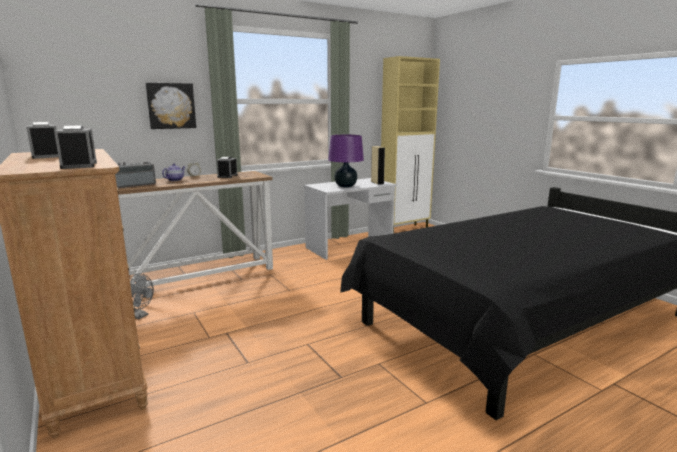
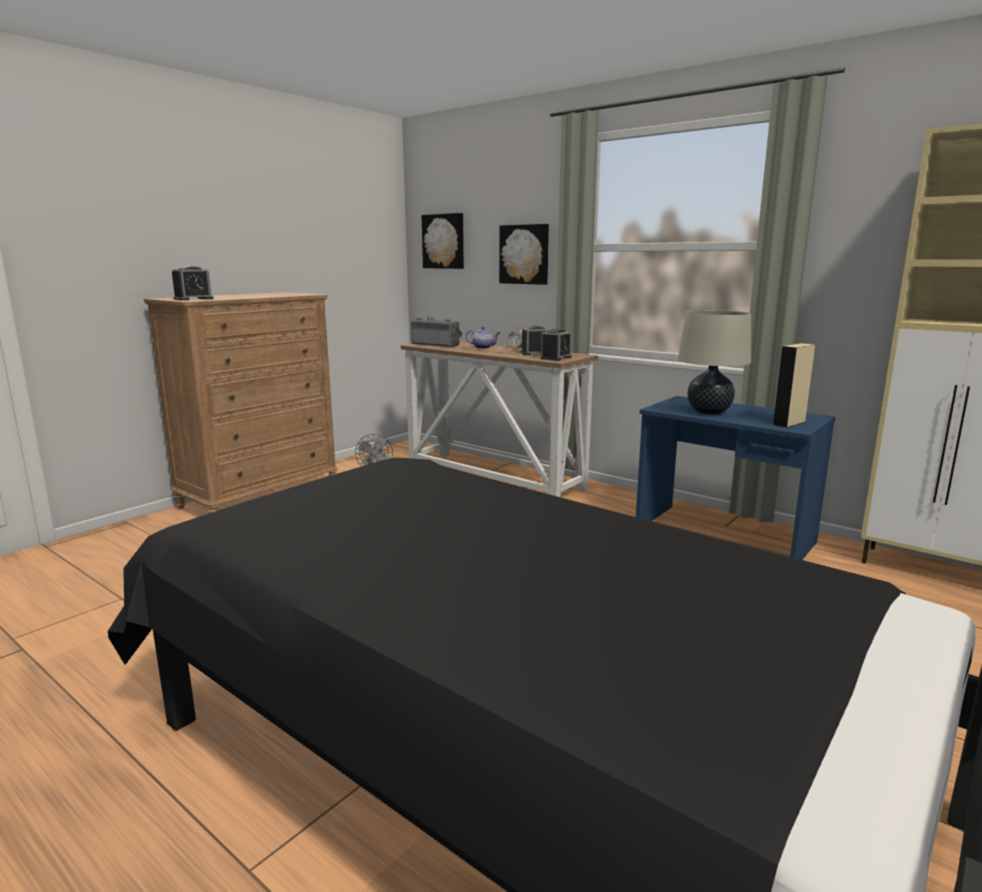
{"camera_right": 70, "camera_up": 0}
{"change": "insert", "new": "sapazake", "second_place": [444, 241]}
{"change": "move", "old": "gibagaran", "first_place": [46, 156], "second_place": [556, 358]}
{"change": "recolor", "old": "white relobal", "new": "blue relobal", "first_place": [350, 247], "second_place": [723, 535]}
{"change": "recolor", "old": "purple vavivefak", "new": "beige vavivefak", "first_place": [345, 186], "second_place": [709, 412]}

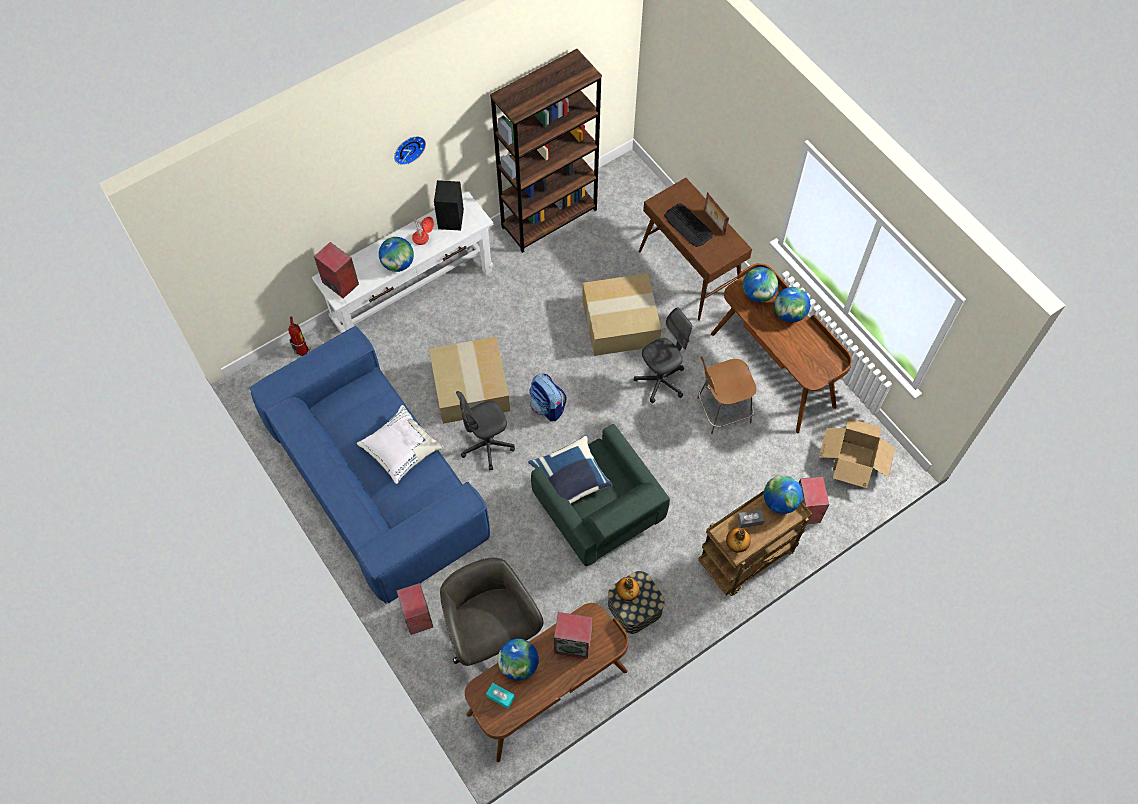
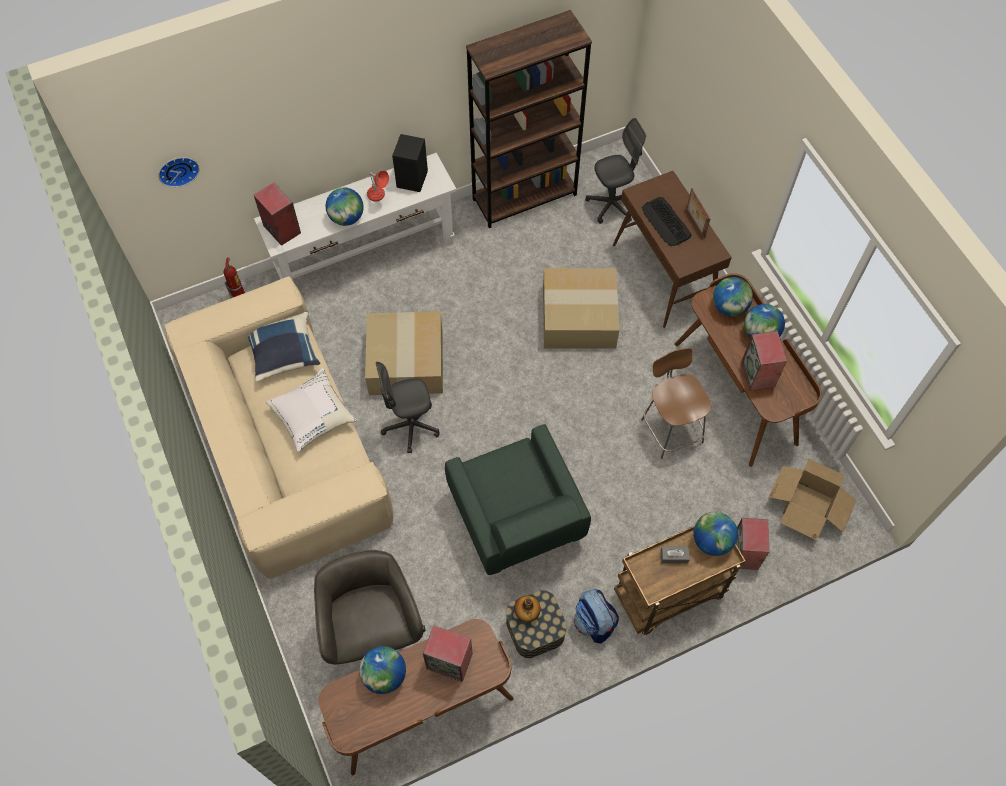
{"camera_right": 10, "camera_up": 0}
{"change": "move", "old": "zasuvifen", "first_place": [408, 148], "second_place": [178, 169]}
{"change": "recolor", "old": "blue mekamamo", "new": "beige mekamamo", "first_place": [376, 480], "second_place": [287, 444]}
{"change": "move", "old": "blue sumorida", "first_place": [571, 479], "second_place": [283, 353]}
{"change": "move", "old": "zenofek", "first_place": [547, 407], "second_place": [594, 623]}
{"change": "move", "old": "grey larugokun", "first_place": [660, 381], "second_place": [612, 205]}
{"change": "rotate", "old": "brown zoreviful", "first_place": [721, 410], "second_place": [671, 428], "degrees": 75}
{"change": "move", "old": "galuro", "first_place": [418, 617], "second_place": [758, 374]}
{"change": "delete", "old": "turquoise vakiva", "first_place": [500, 697]}
{"change": "delete", "old": "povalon", "first_place": [736, 545]}

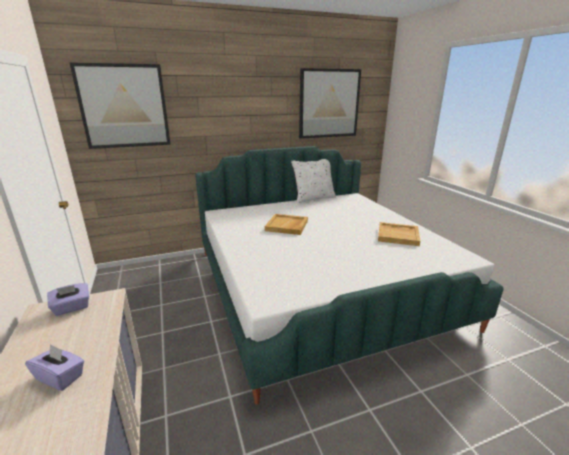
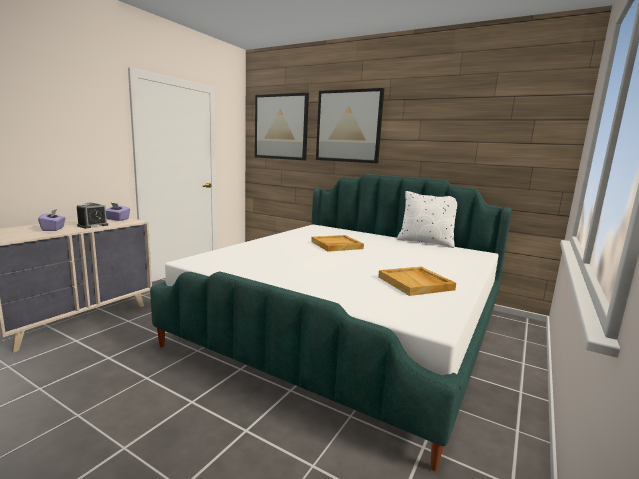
{"camera_right": 50, "camera_up": -10}
{"change": "insert", "new": "gibagaran", "second_place": [93, 225]}
{"change": "move", "old": "sapazake", "first_place": [329, 104], "second_place": [348, 126]}

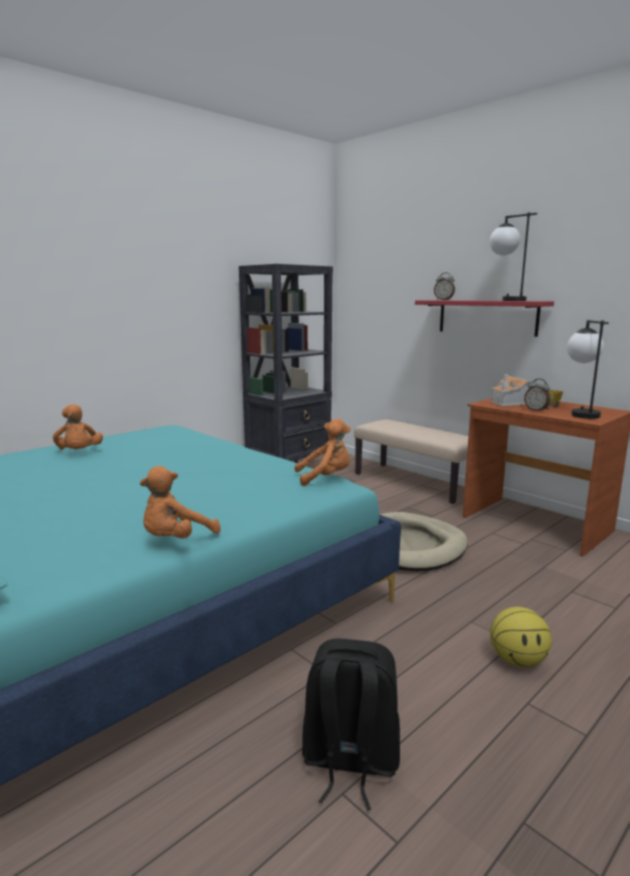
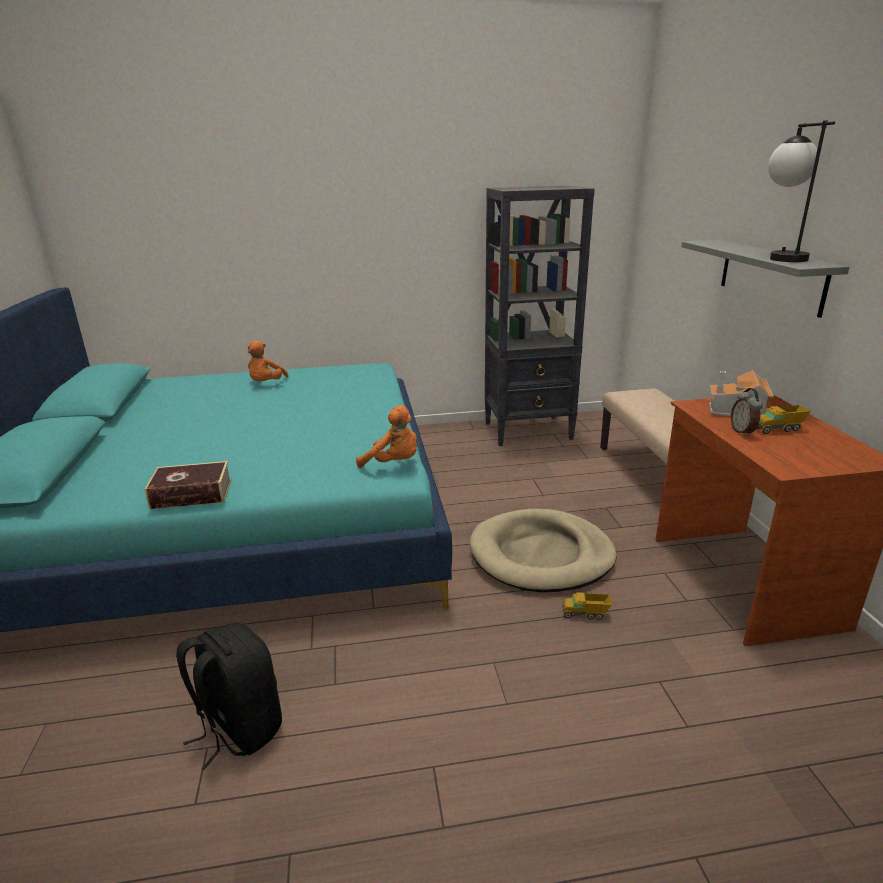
{"camera_right": 35, "camera_up": 10}
{"change": "replace", "old": "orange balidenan", "new": "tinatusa", "first_place": [176, 539], "second_place": [192, 494]}
{"change": "insert", "new": "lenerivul", "second_place": [585, 614]}
{"change": "recolor", "old": "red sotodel", "new": "grey sotodel", "first_place": [487, 317], "second_place": [771, 275]}
{"change": "delete", "old": "gibagaran", "first_place": [443, 300]}
{"change": "delete", "old": "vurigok", "first_place": [518, 661]}
{"change": "delete", "old": "vavivefak", "first_place": [580, 413]}

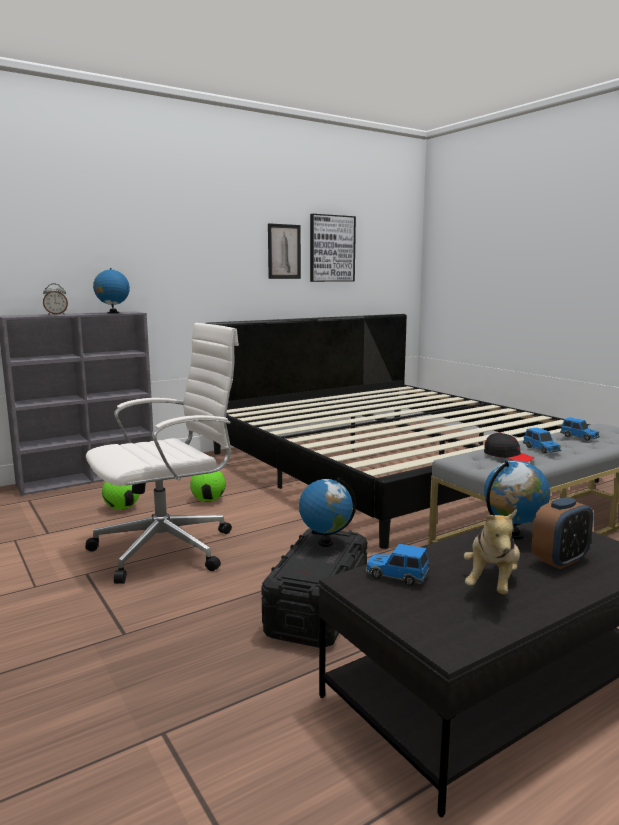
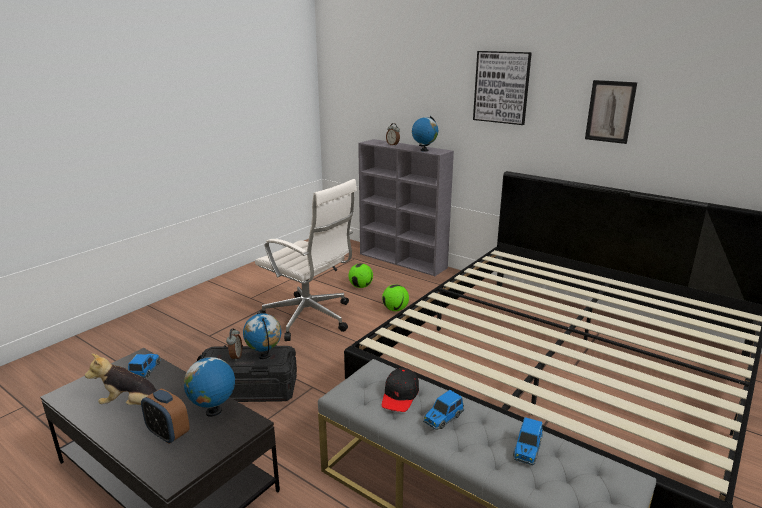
{"camera_right": 70, "camera_up": 10}
{"change": "insert", "new": "gibagaran", "second_place": [235, 357]}
{"change": "move", "old": "sapazake", "first_place": [331, 248], "second_place": [501, 87]}

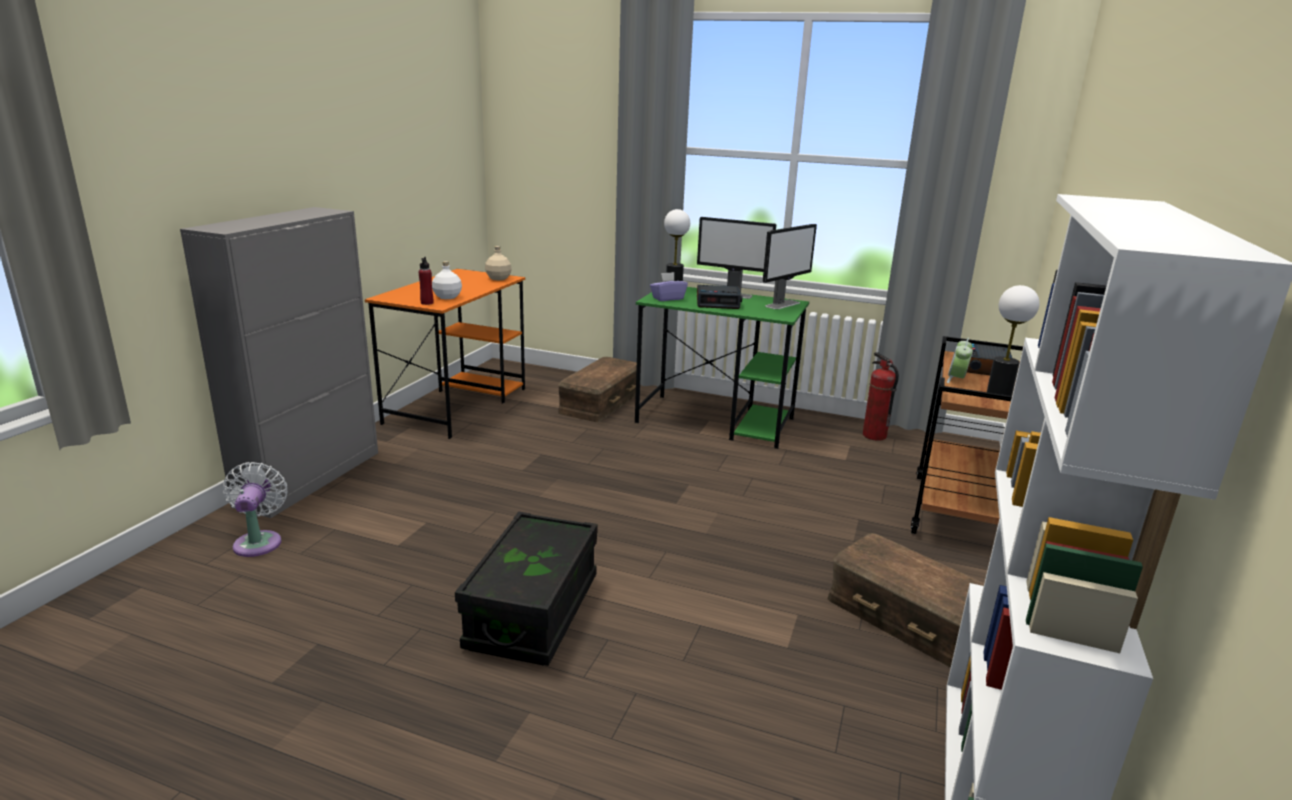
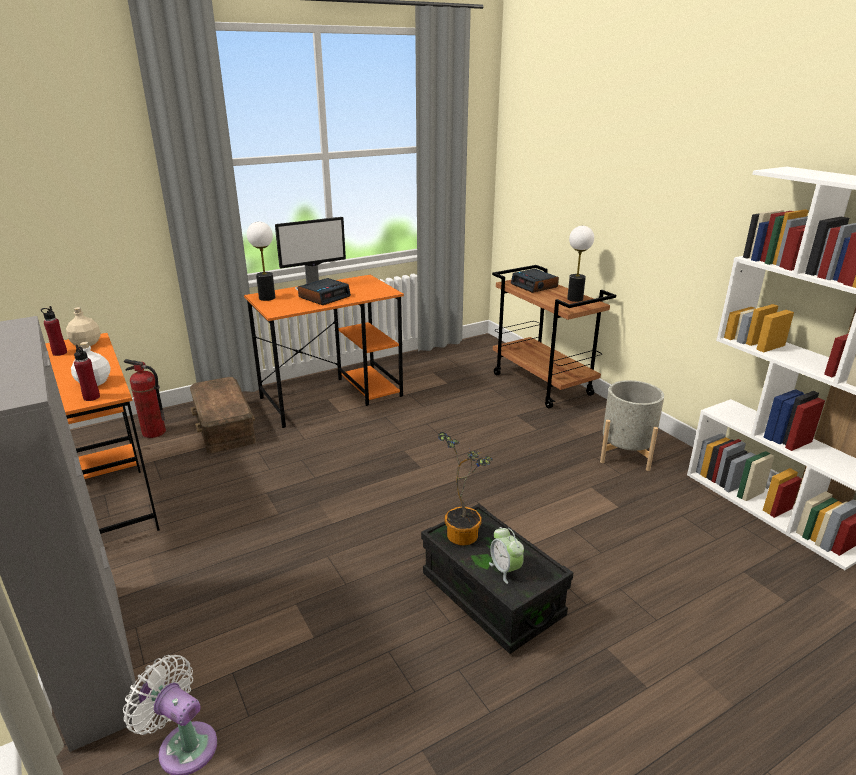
{"camera_right": -50, "camera_up": 5}
{"change": "insert", "new": "red povalon", "second_place": [59, 353]}
{"change": "move", "old": "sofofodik", "first_place": [873, 436], "second_place": [153, 432]}
{"change": "recolor", "old": "green relobal", "new": "orange relobal", "first_place": [716, 421], "second_place": [333, 397]}
{"change": "insert", "new": "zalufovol", "second_place": [464, 532]}
{"change": "move", "old": "gibagaran", "first_place": [956, 379], "second_place": [505, 570]}
{"change": "replace", "old": "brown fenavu", "new": "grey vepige", "first_place": [909, 619], "second_place": [625, 454]}
{"change": "delete", "old": "purple vakiva", "first_place": [667, 298]}
{"change": "delete", "old": "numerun", "first_place": [783, 304]}

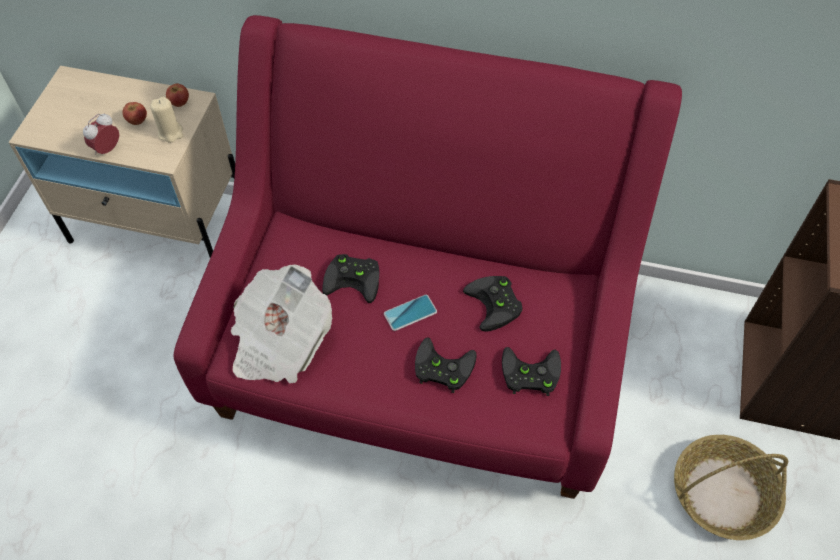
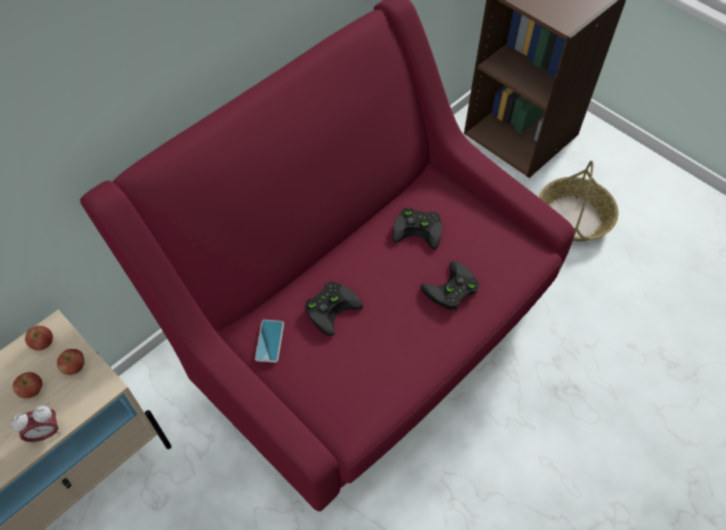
{"camera_right": -60, "camera_up": 0}
{"change": "rotate", "old": "gibagaran", "first_place": [107, 149], "second_place": [45, 433], "degrees": -90}
{"change": "replace", "old": "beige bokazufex", "new": "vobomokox", "first_place": [170, 132], "second_place": [74, 367]}
{"change": "move", "old": "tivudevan", "first_place": [410, 313], "second_place": [269, 341]}
{"change": "delete", "old": "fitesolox", "first_place": [280, 341]}
{"change": "delete", "old": "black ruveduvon", "first_place": [528, 374]}

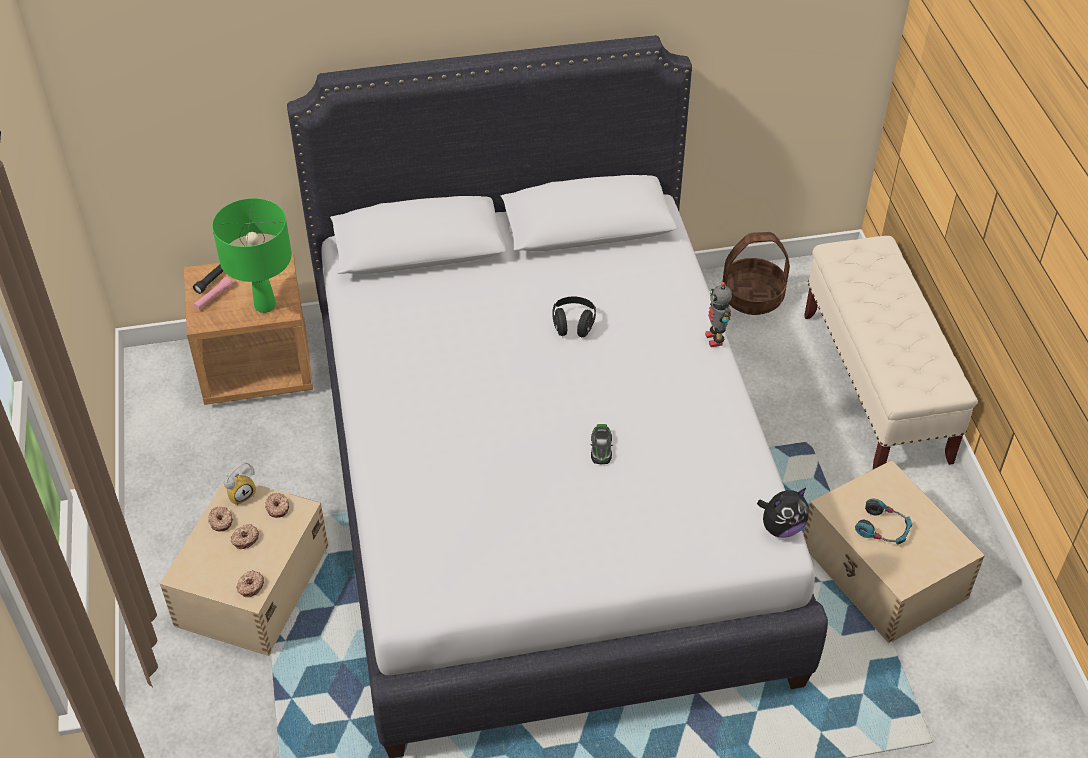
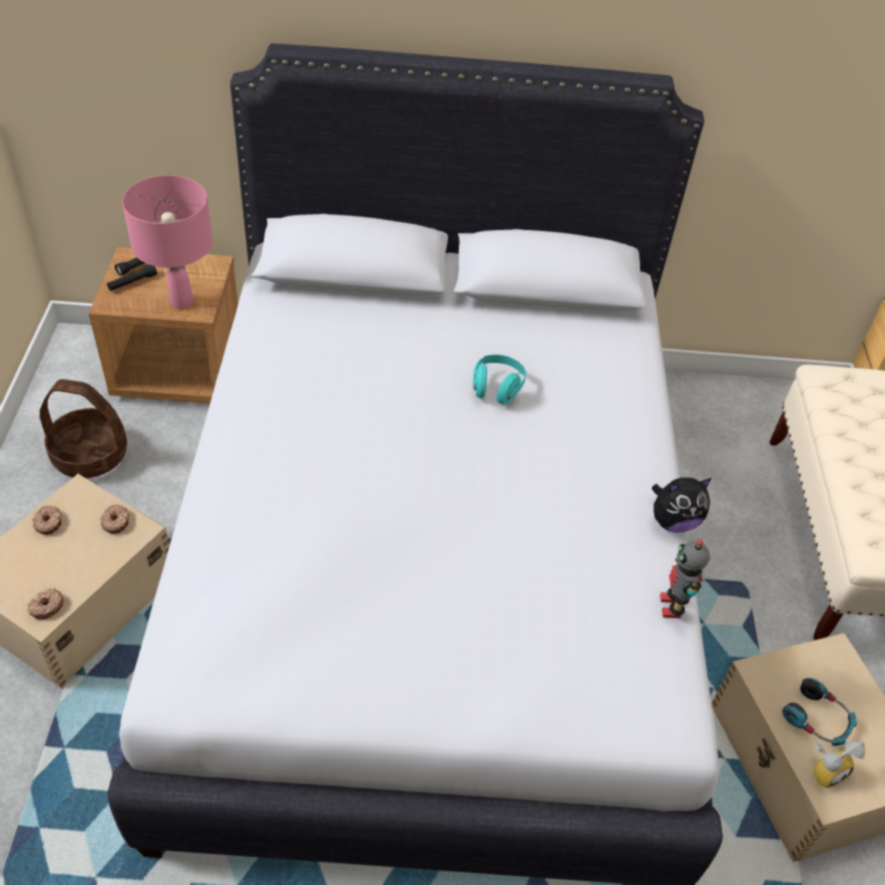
{"camera_right": 10, "camera_up": 0}
{"change": "move", "old": "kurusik", "first_place": [752, 296], "second_place": [91, 454]}
{"change": "recolor", "old": "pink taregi", "new": "black taregi", "first_place": [213, 297], "second_place": [132, 282]}
{"change": "recolor", "old": "green vavivefak", "new": "pink vavivefak", "first_place": [264, 305], "second_place": [181, 301]}
{"change": "recolor", "old": "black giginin", "new": "turquoise giginin", "first_place": [573, 325], "second_place": [497, 388]}
{"change": "move", "old": "balidenan", "first_place": [781, 527], "second_place": [673, 521]}
{"change": "move", "old": "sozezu", "first_place": [715, 339], "second_place": [672, 606]}
{"change": "move", "old": "gibagaran", "first_place": [241, 493], "second_place": [825, 769]}
{"change": "delete", "old": "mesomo", "first_place": [245, 539]}
{"change": "delete", "old": "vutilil", "first_place": [601, 447]}

